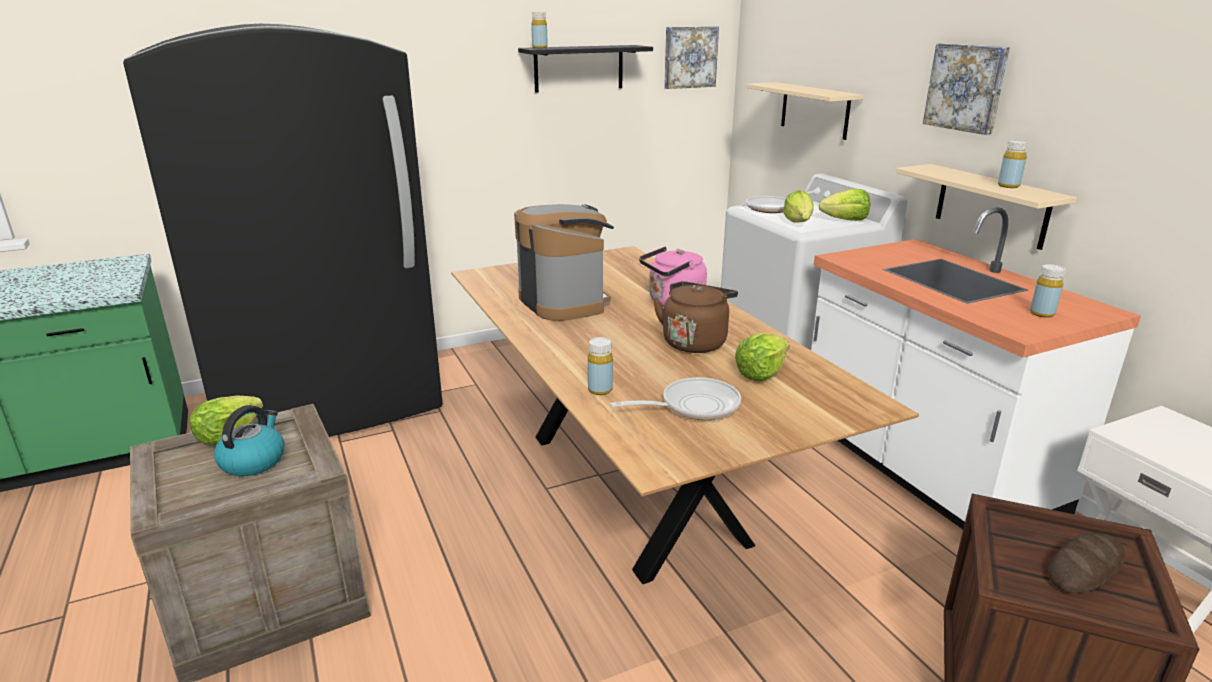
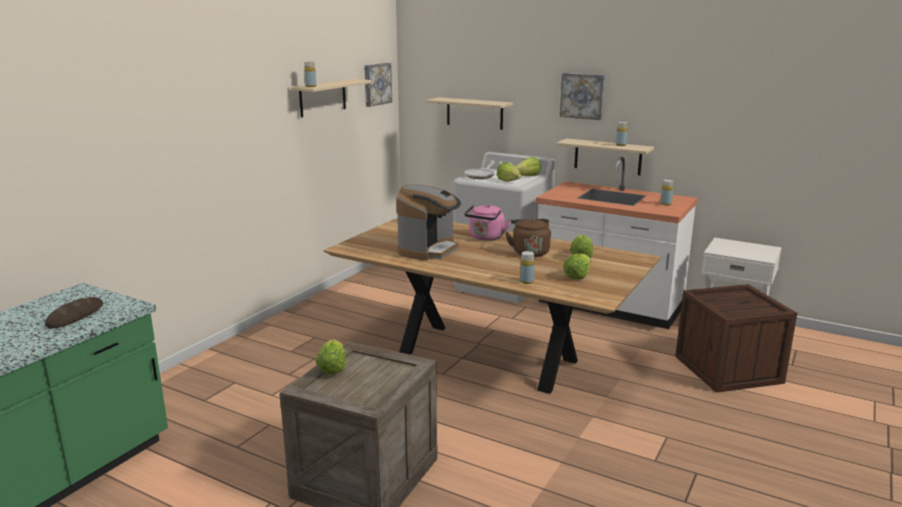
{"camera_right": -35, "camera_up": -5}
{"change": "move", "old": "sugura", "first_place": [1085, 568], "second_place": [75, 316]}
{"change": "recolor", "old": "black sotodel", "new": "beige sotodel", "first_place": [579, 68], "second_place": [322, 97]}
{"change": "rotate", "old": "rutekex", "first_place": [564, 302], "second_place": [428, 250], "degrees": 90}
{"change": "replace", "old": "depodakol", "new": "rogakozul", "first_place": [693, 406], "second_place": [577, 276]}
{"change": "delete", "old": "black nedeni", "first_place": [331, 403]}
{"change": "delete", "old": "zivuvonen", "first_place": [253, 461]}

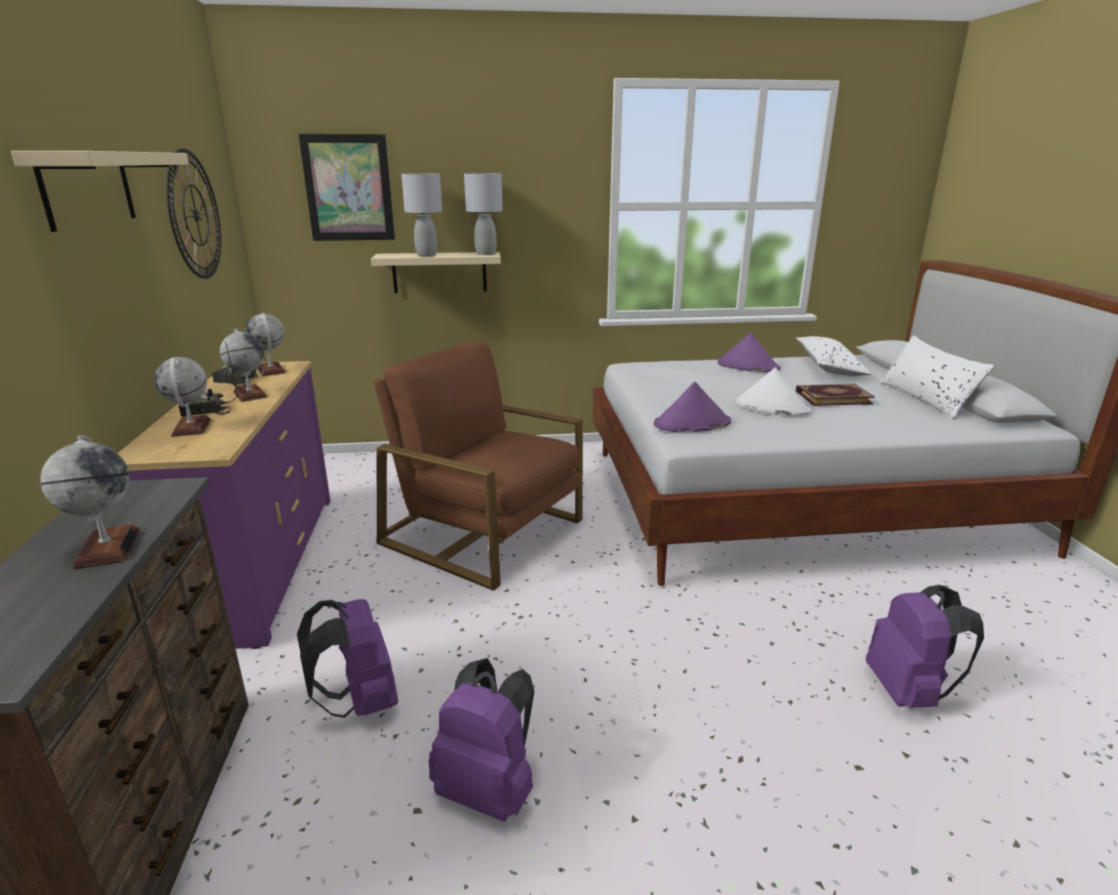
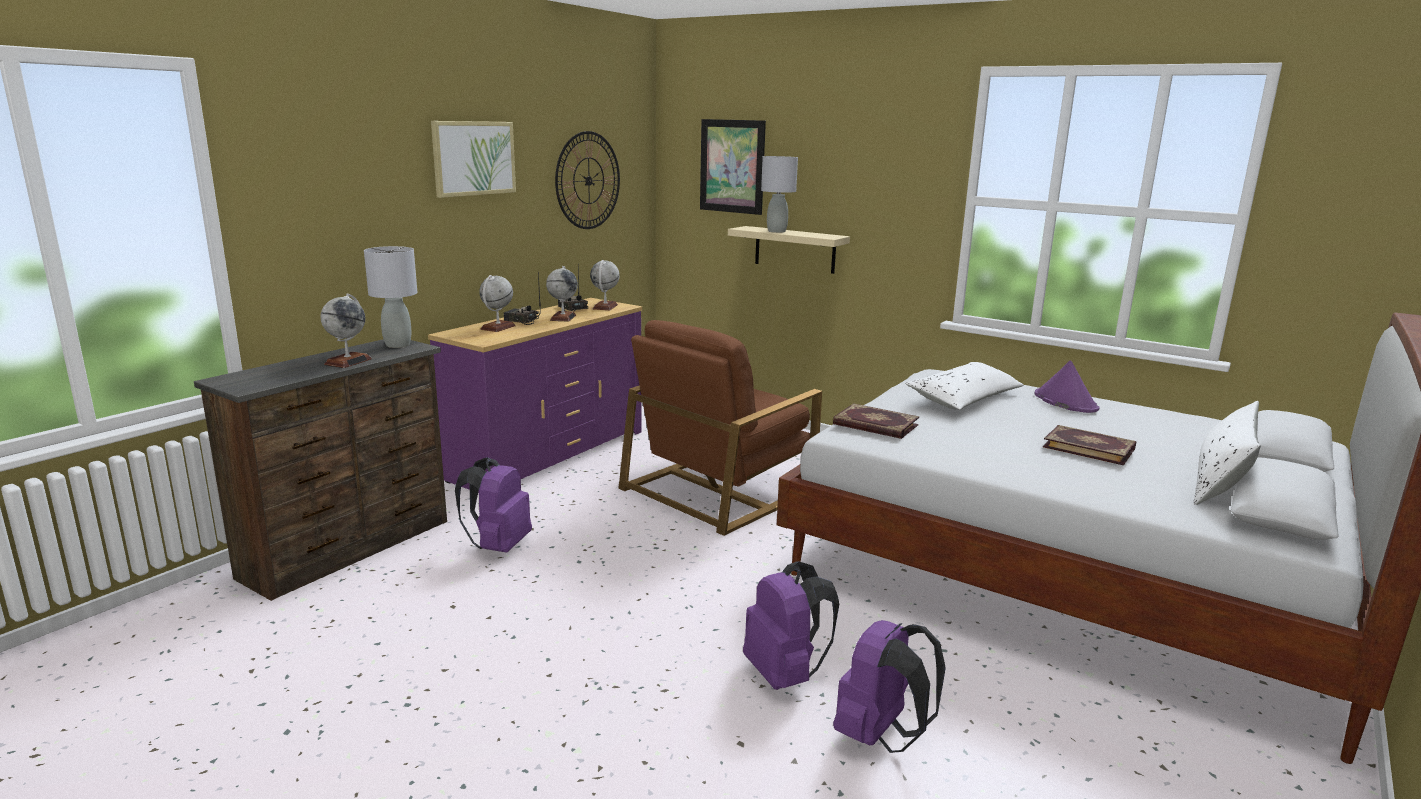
{"camera_right": 40, "camera_up": -5}
{"change": "move", "old": "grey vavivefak", "first_place": [485, 254], "second_place": [398, 345]}
{"change": "replace", "old": "beige sotodel", "new": "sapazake", "first_place": [87, 188], "second_place": [473, 158]}
{"change": "rotate", "old": "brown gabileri", "first_place": [485, 531], "second_place": [718, 488], "degrees": -120}
{"change": "move", "old": "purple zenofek", "first_place": [489, 789], "second_place": [785, 674]}
{"change": "replace", "old": "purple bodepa", "new": "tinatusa", "first_place": [692, 424], "second_place": [875, 425]}
{"change": "move", "old": "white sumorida", "first_place": [829, 367], "second_place": [964, 398]}
{"change": "delete", "old": "white bodepa", "first_place": [771, 407]}

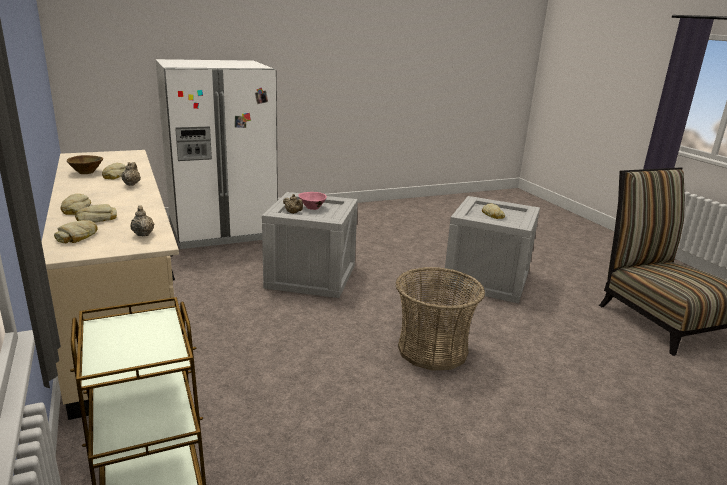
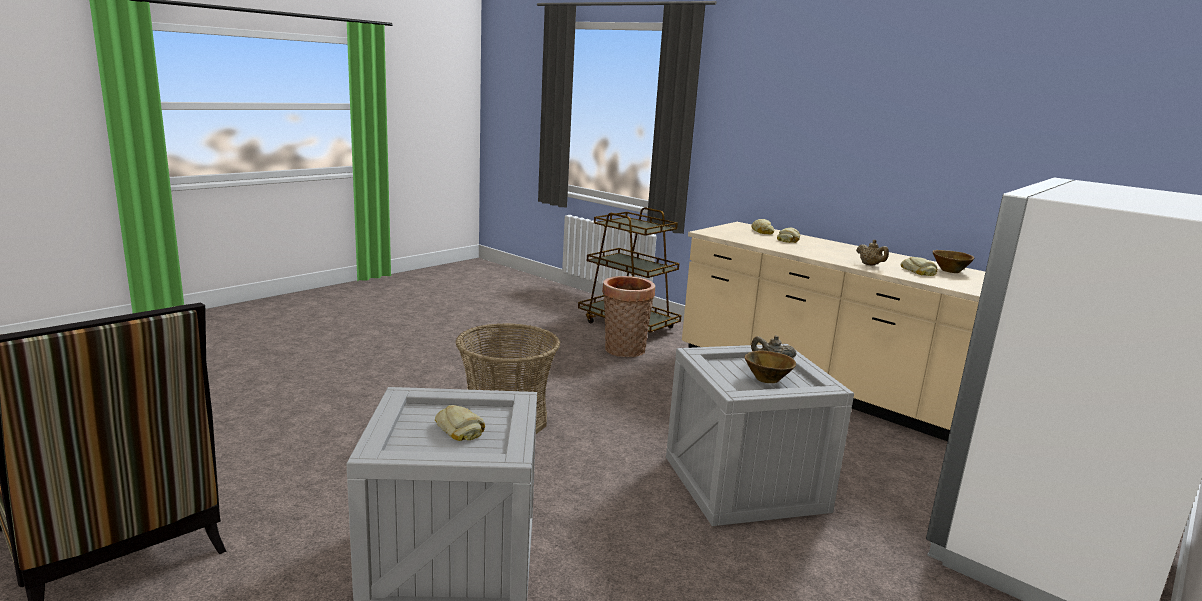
{"camera_right": 155, "camera_up": -5}
{"change": "insert", "new": "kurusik", "second_place": [624, 351]}
{"change": "recolor", "old": "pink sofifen", "new": "brown sofifen", "first_place": [312, 207], "second_place": [767, 379]}
{"change": "delete", "old": "sugura", "first_place": [75, 209]}
{"change": "delete", "old": "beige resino", "first_place": [143, 234]}

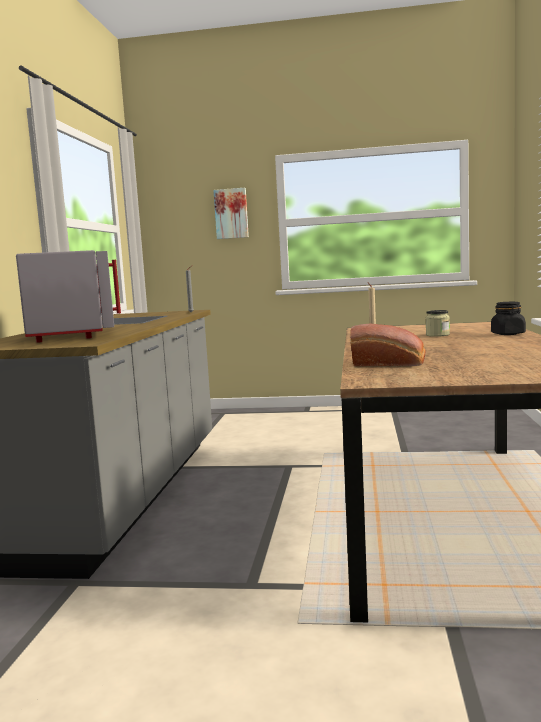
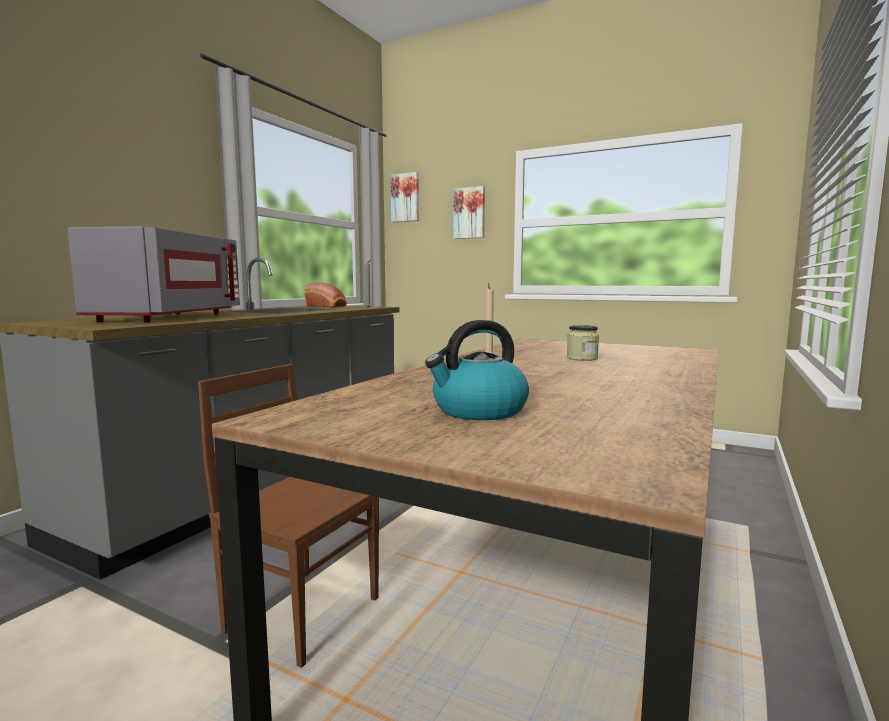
{"camera_right": 20, "camera_up": 0}
{"change": "insert", "new": "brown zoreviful", "second_place": [303, 612]}
{"change": "move", "old": "sugura", "first_place": [390, 363], "second_place": [327, 306]}
{"change": "insert", "new": "sapazake", "second_place": [405, 198]}
{"change": "insert", "new": "zivuvonen", "second_place": [478, 411]}
{"change": "delete", "old": "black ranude", "first_place": [508, 334]}

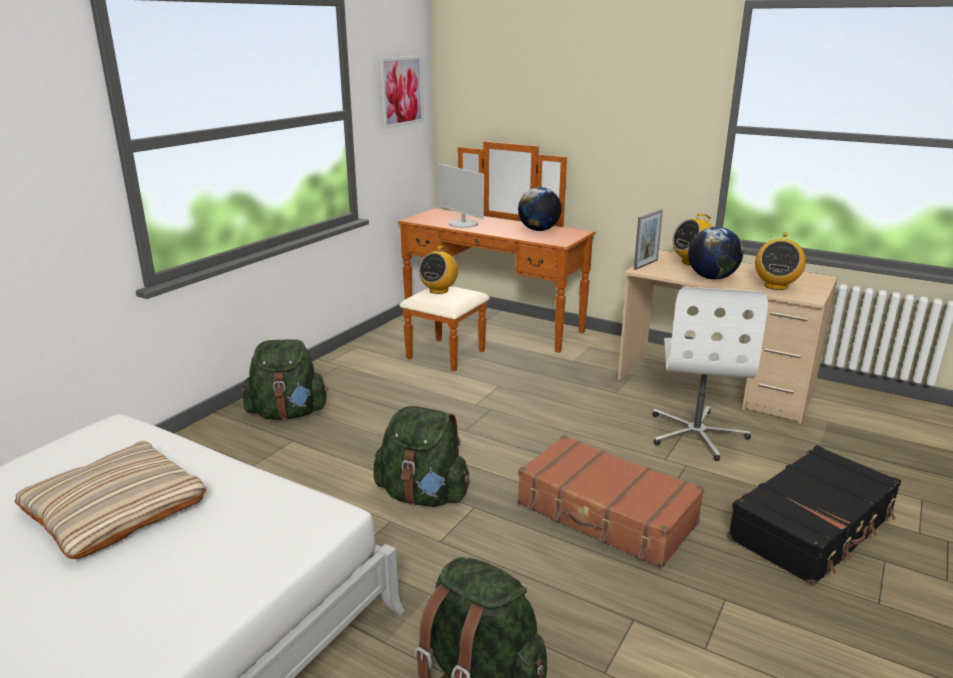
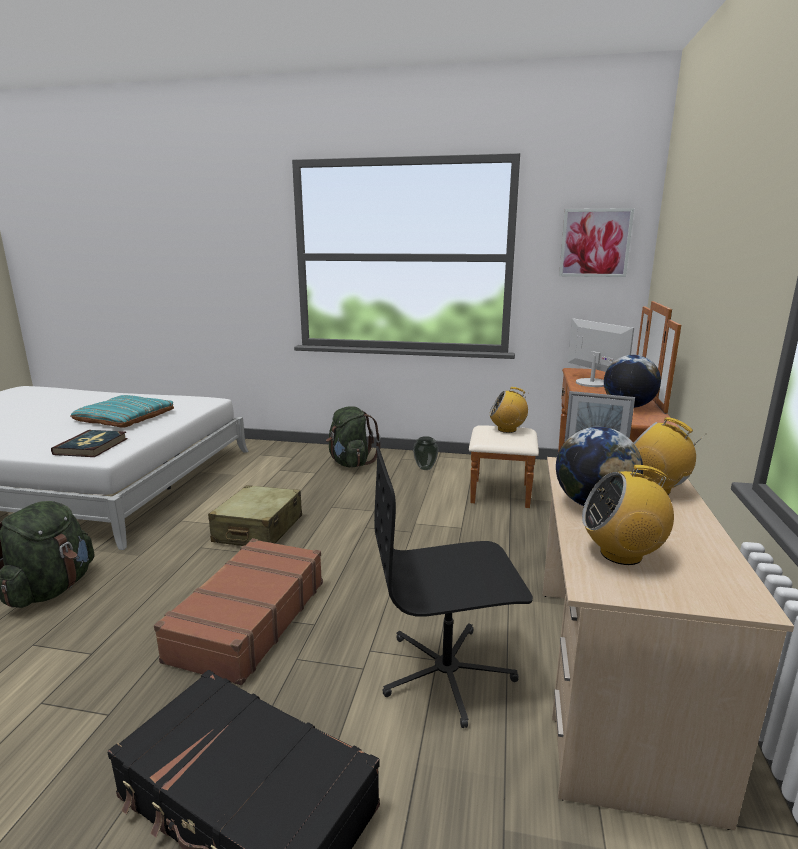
{"camera_right": 70, "camera_up": -5}
{"change": "insert", "new": "tinatusa", "second_place": [92, 446]}
{"change": "recolor", "old": "beige sumorida", "new": "turquoise sumorida", "first_place": [114, 507], "second_place": [125, 417]}
{"change": "replace", "old": "green zenofek", "new": "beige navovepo", "first_place": [423, 496], "second_place": [258, 529]}
{"change": "recolor", "old": "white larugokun", "new": "black larugokun", "first_place": [697, 434], "second_place": [447, 673]}
{"change": "insert", "new": "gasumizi", "second_place": [425, 468]}
{"change": "rotate", "old": "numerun", "first_place": [463, 224], "second_place": [592, 383], "degrees": 120}

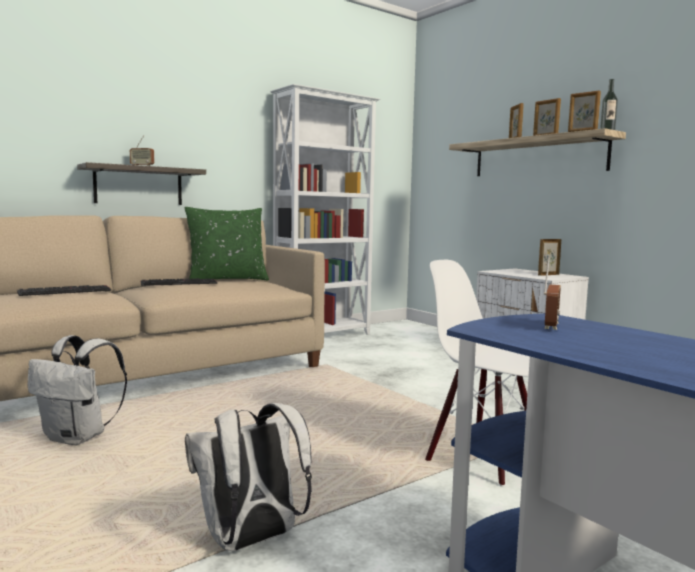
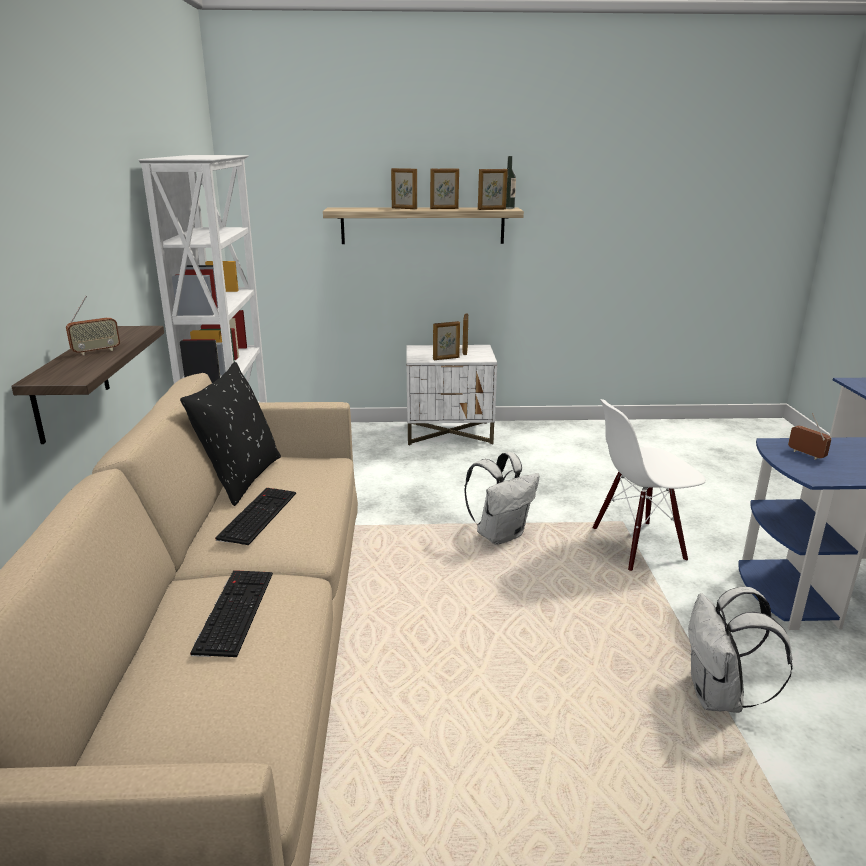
{"camera_right": -55, "camera_up": 15}
{"change": "recolor", "old": "green sumorida", "new": "black sumorida", "first_place": [227, 280], "second_place": [240, 478]}
{"change": "insert", "new": "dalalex", "second_place": [446, 358]}
{"change": "move", "old": "white zenofek", "first_place": [78, 437], "second_place": [500, 534]}

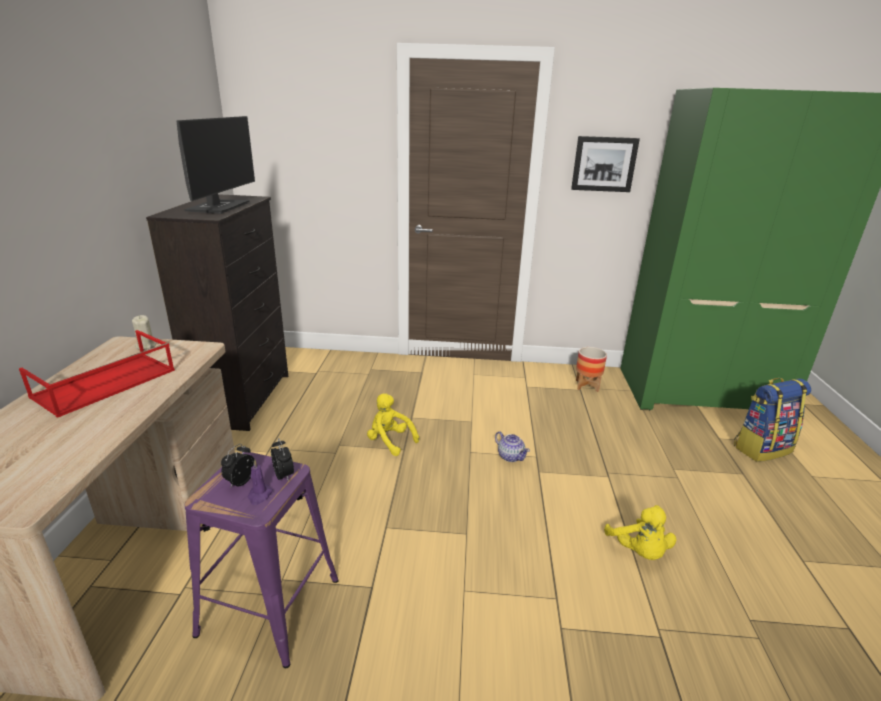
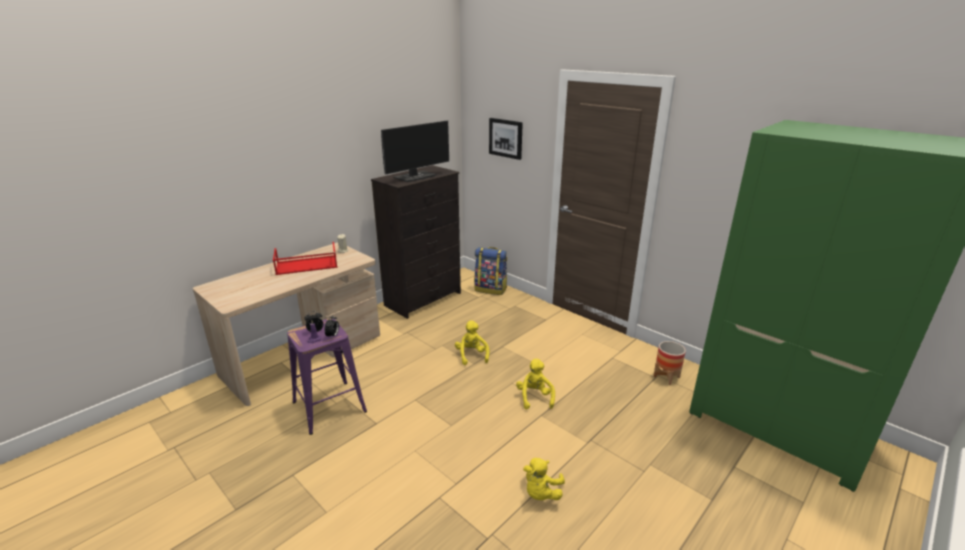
{"camera_right": 40, "camera_up": 0}
{"change": "move", "old": "zenofek", "first_place": [761, 448], "second_place": [491, 289]}
{"change": "move", "old": "sapazake", "first_place": [604, 164], "second_place": [506, 138]}
{"change": "replace", "old": "resino", "new": "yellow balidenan", "first_place": [510, 456], "second_place": [534, 397]}

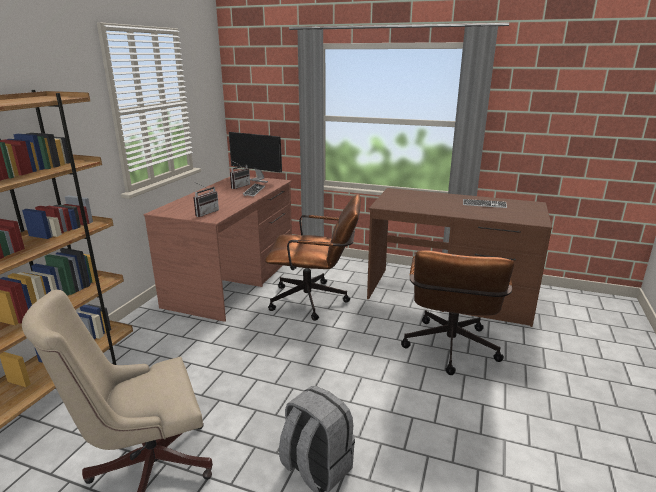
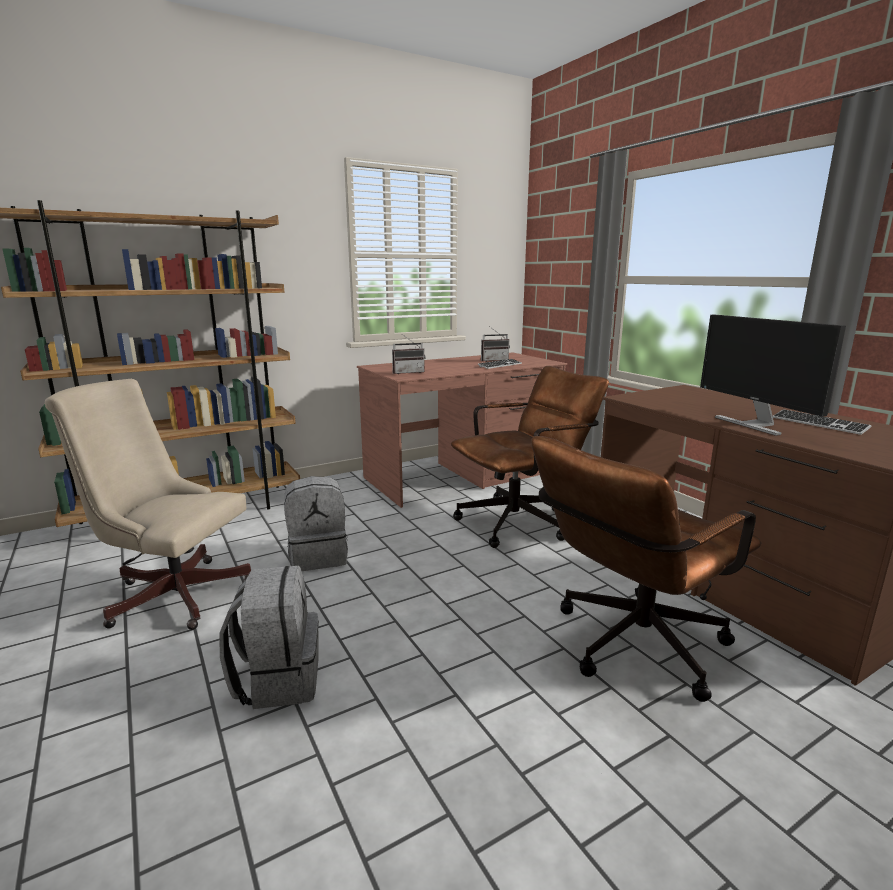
{"camera_right": 40, "camera_up": -5}
{"change": "insert", "new": "grey zenofek", "second_place": [318, 556]}
{"change": "rotate", "old": "brown larugokun", "first_place": [315, 301], "second_place": [522, 521], "degrees": -75}
{"change": "move", "old": "numerun", "first_place": [257, 179], "second_place": [754, 424]}

